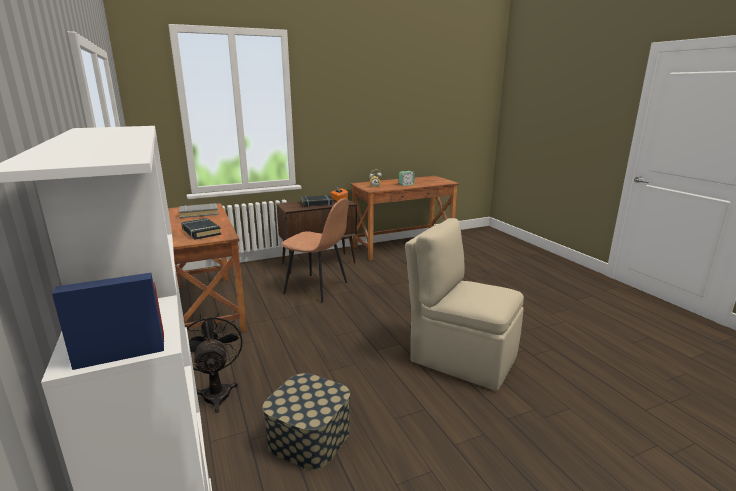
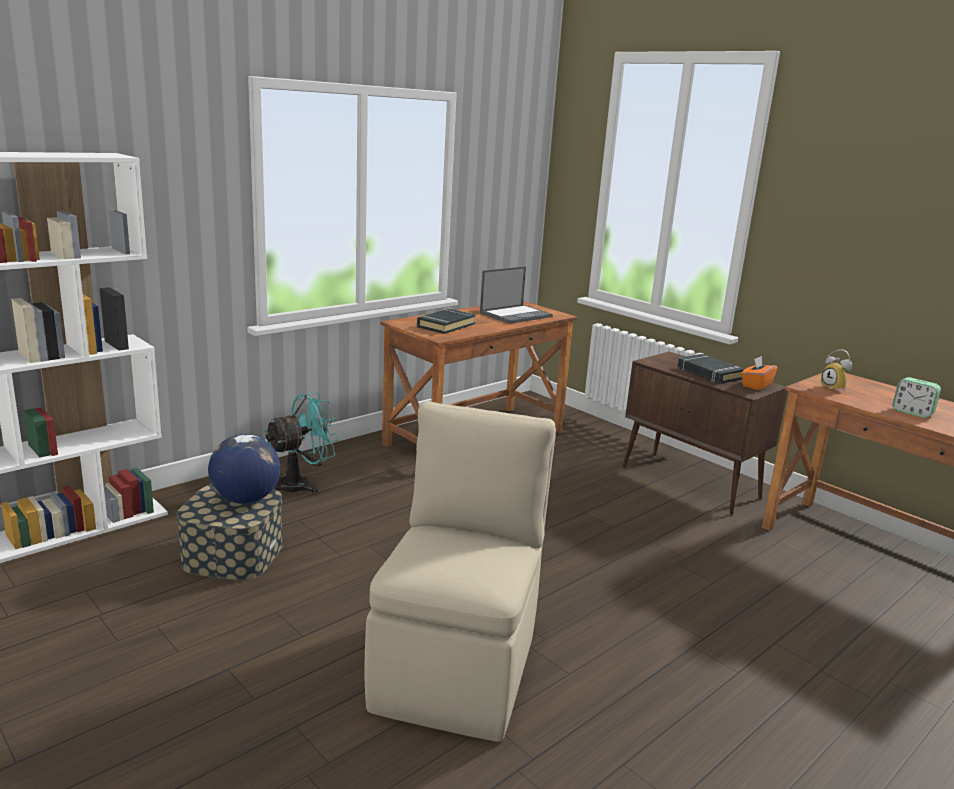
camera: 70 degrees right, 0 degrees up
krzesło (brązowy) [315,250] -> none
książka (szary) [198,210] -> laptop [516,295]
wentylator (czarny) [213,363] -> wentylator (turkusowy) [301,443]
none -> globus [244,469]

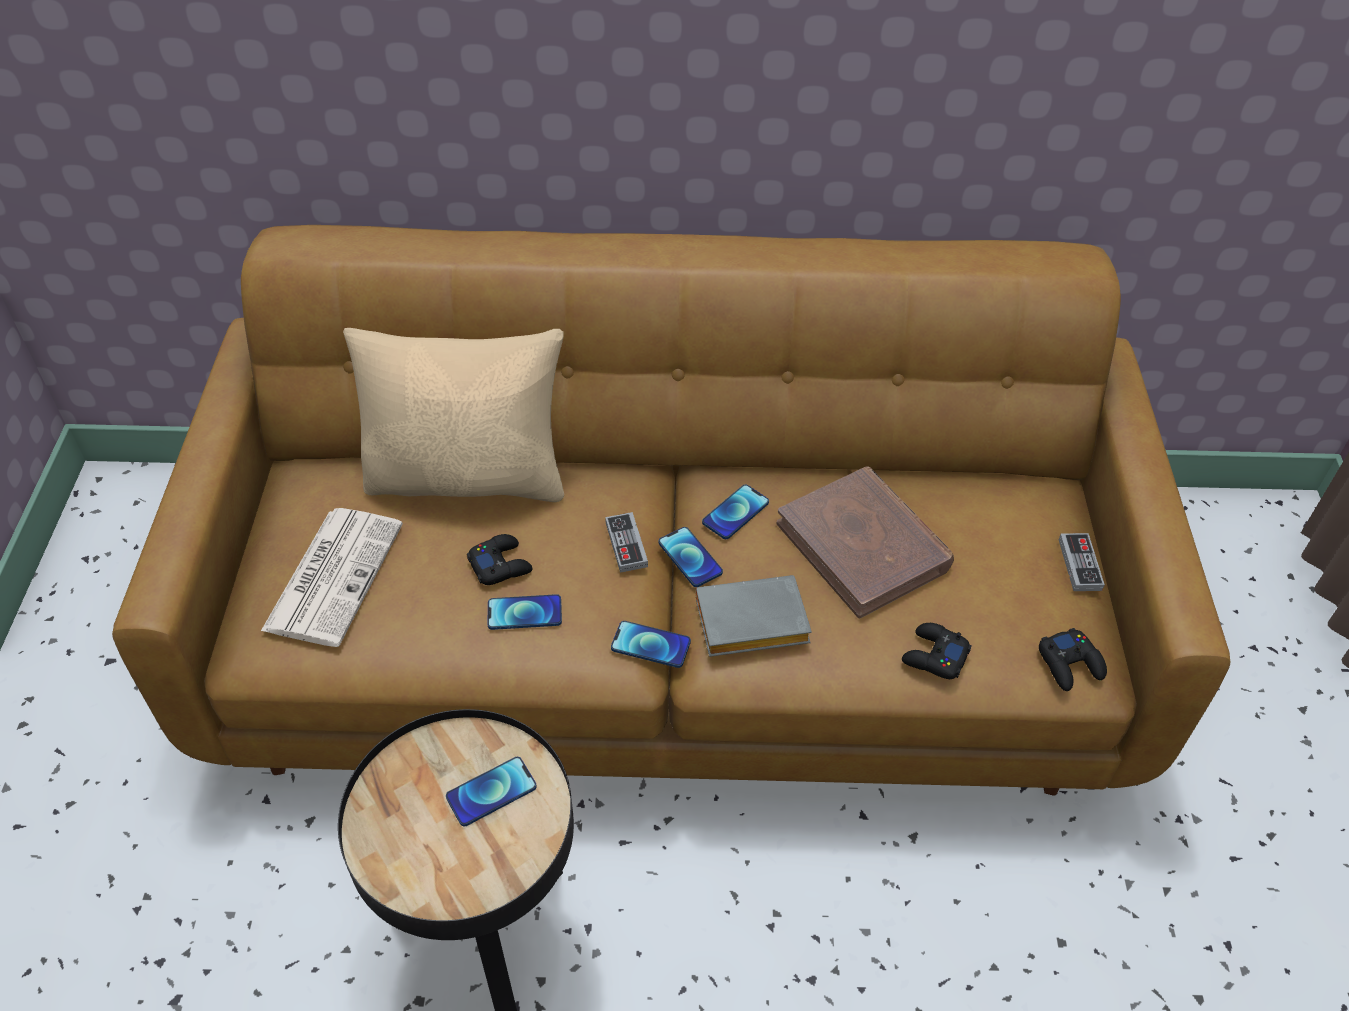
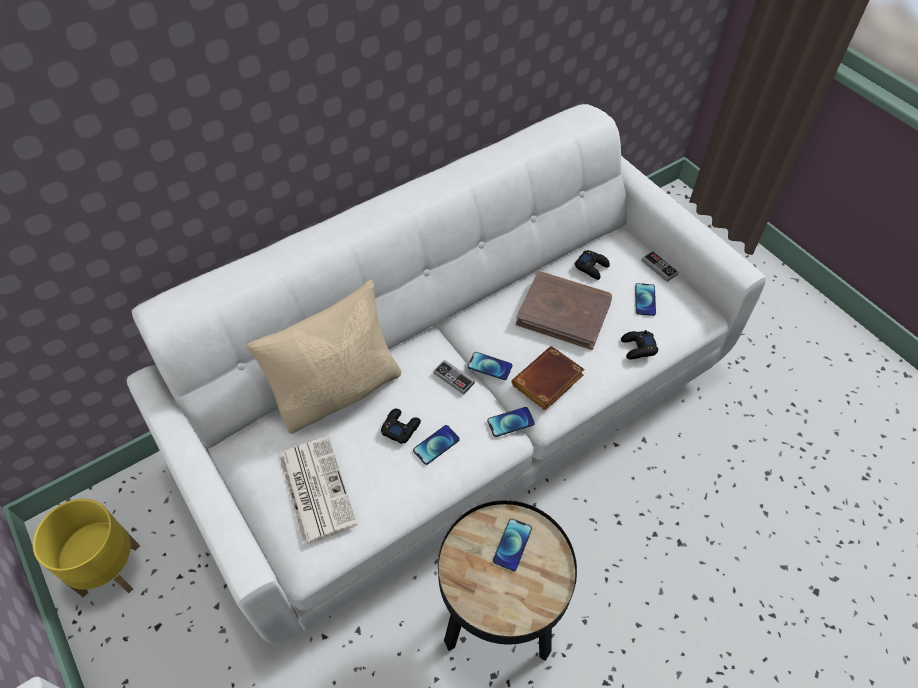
camera: 35 degrees left, 5 degrees up
kanapa (brązowy) [671,510] -> kanapa (biały) [446,374]
telefon [735,512] -> telefon [645,299], relocated
książka (szary) [754,616] -> książka (brązowy) [548,378]
pad do gier (czarny) [1073,659] -> pad do gier (czarny) [592,265], relocated
none -> donica (żółty) [86,548]

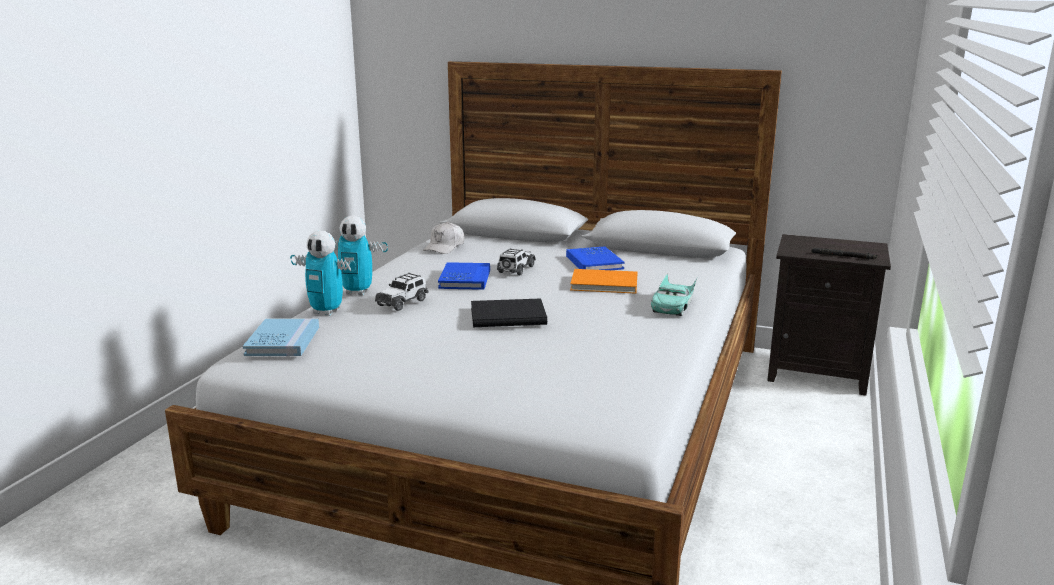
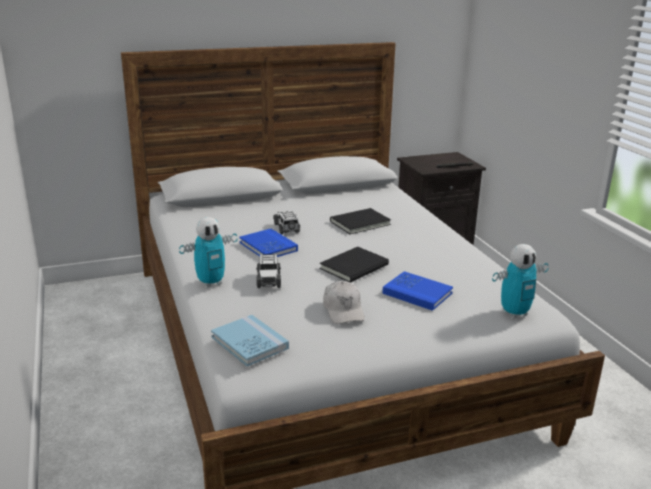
camera: 40 degrees left, 5 degrees up
czapka z daszkiem (biały) [443,238] -> czapka z daszkiem (biały) [344,302], relocated
robot zabawkowy [323,273] -> robot zabawkowy [520,281], relocated
książka (niebieski) [595,258] -> książka (niebieski) [417,291], relocated
książka (pomarańczowy) [604,281] -> książka (czarny) [360,221]
samochodzik (turkusowy) [674,294] -> none

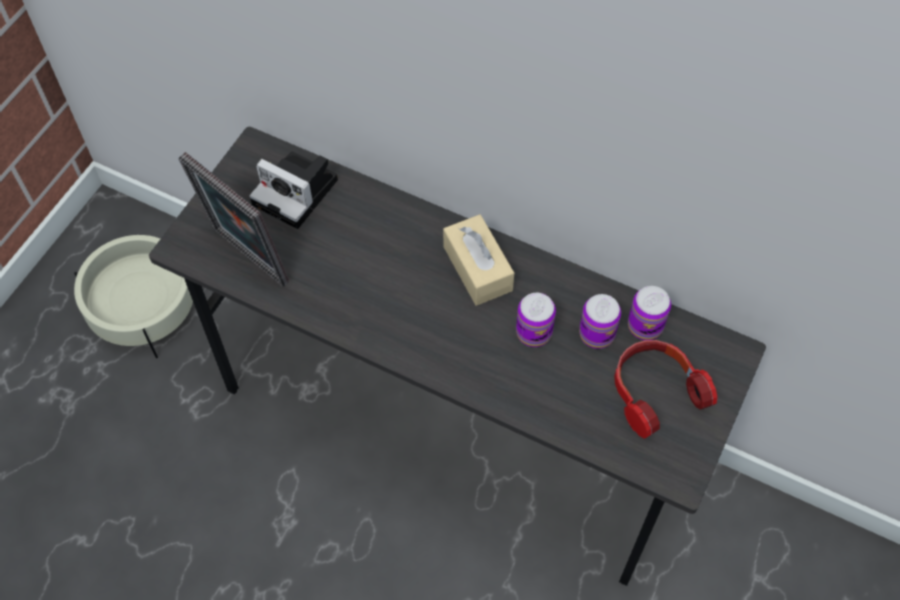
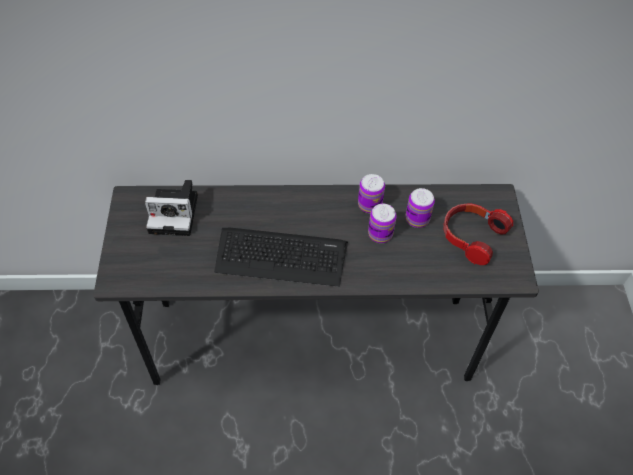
camera: 30 degrees left, 5 degrees down
ramka na zdjęcie [233,219] -> none
pudełko chusteczek (beżowy) [478,260] -> none
donica (beżowy) [133,296] -> none
puszka [649,313] -> puszka [371,193], relocated
none -> klawiatura [281,257]

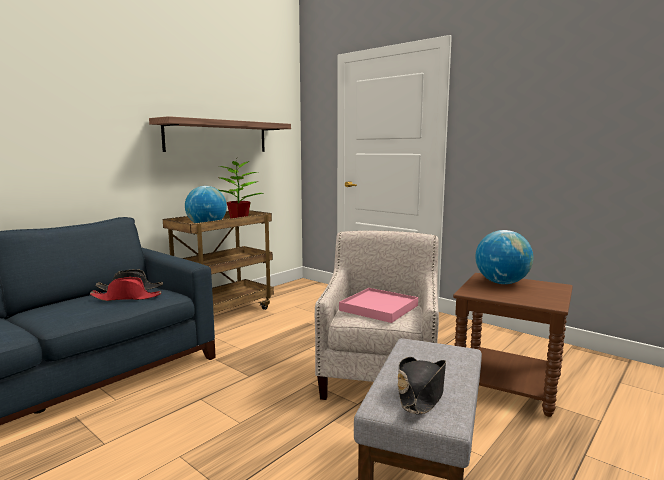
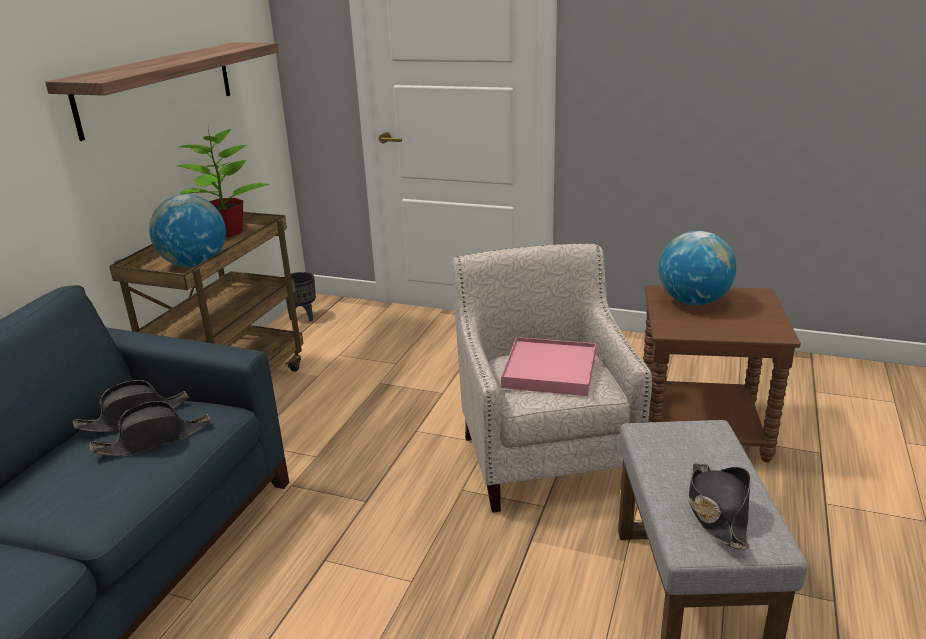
camera: 20 degrees left, 15 degrees up
kapelusz (czerwony) [125,289] -> kapelusz (czarny) [150,428]
none -> donica (czarny) [300,296]

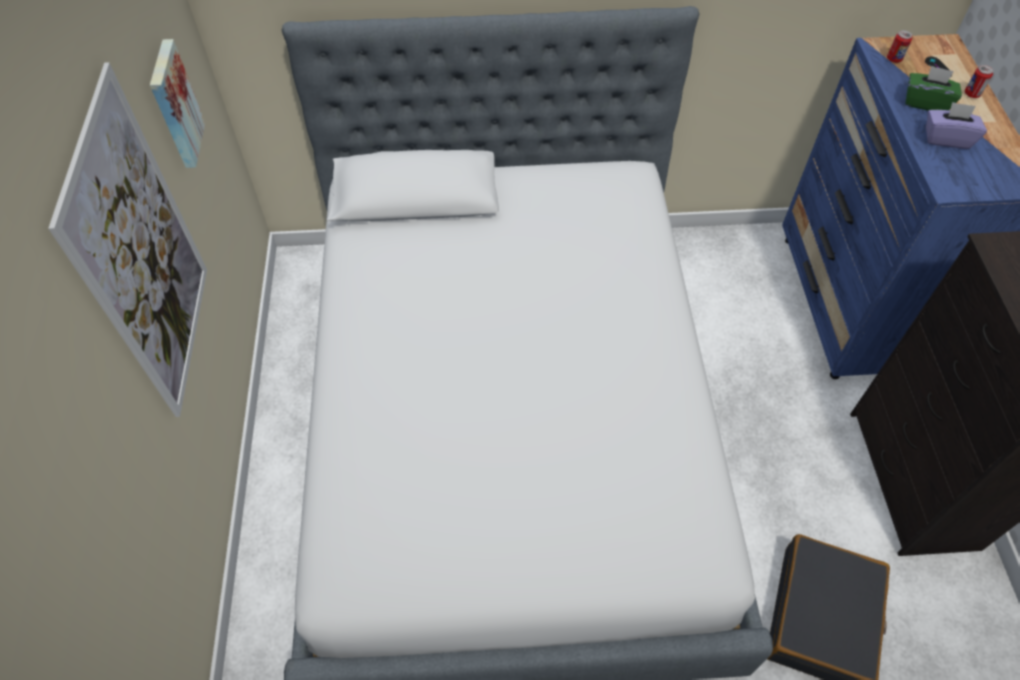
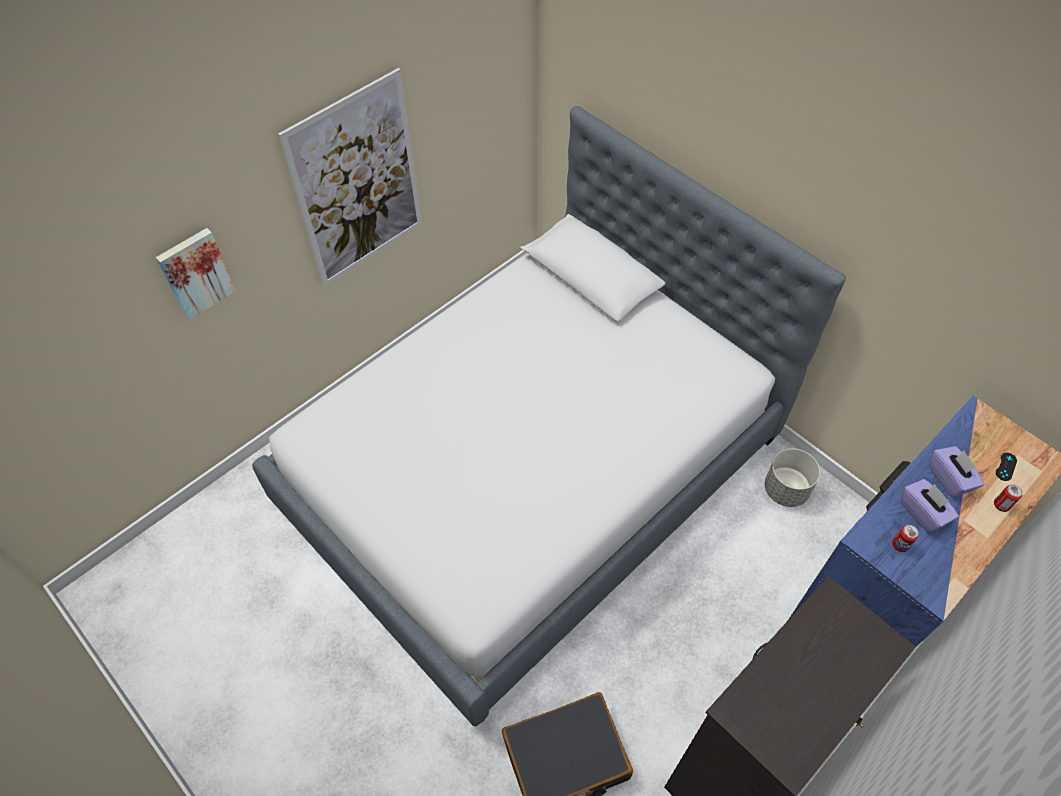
camera: 50 degrees right, 0 degrees up
puszka [899,46] -> puszka [905,538], relocated
obraz [178,103] -> obraz [196,274], relocated
pudełko chusteczek (zielony) [934,88] -> pudełko chusteczek (fioletowy) [956,472]
none -> donica (szary) [792,478]

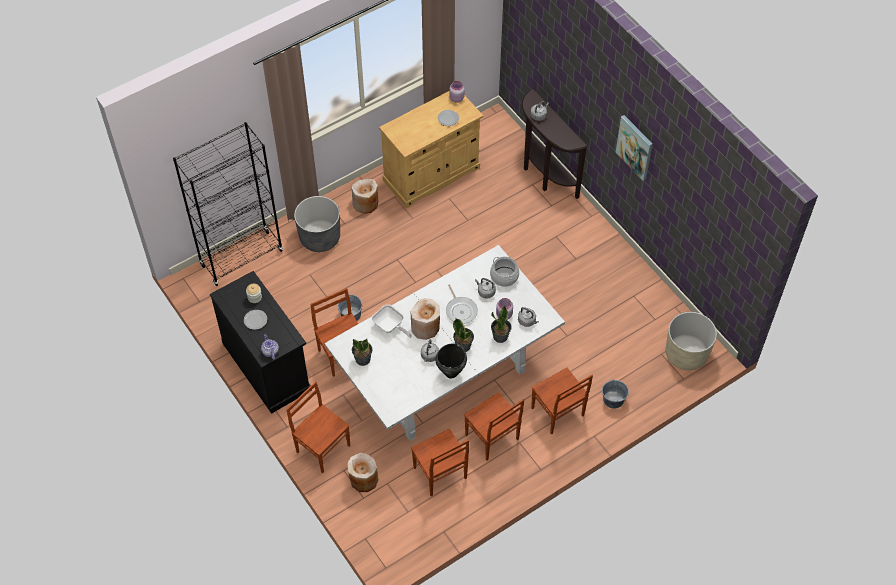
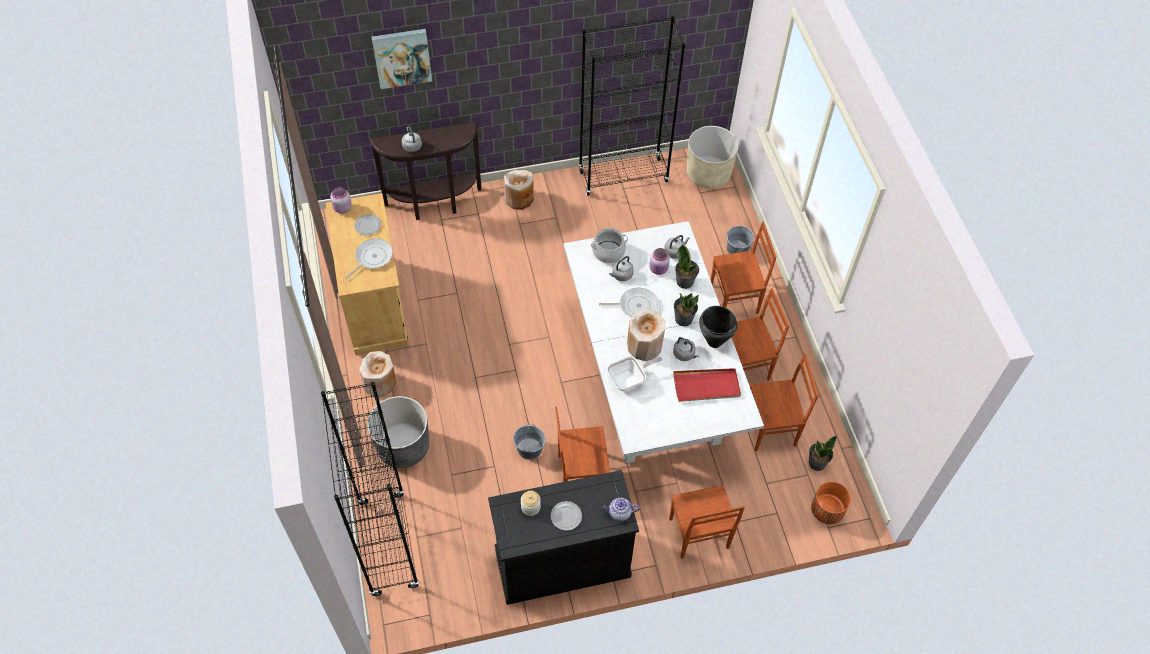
camera: 70 degrees left, 0 degrees up
obraz [634,148] -> obraz [402,59], relocated
roślina doniczkowa [362,352] -> roślina doniczkowa [823,453], relocated
krzesło (brązowy) [318,427] -> krzesło (brązowy) [707,522], 75 degrees counterclockwise
wazon (beżowy) [362,472] -> wazon (beżowy) [519,190], relocated
none -> regał (czarny) [632,106]
none -> patelnia [369,258]
none -> taca (czerwony) [707,385]
none -> donica (pomarańczowy) [831,503]

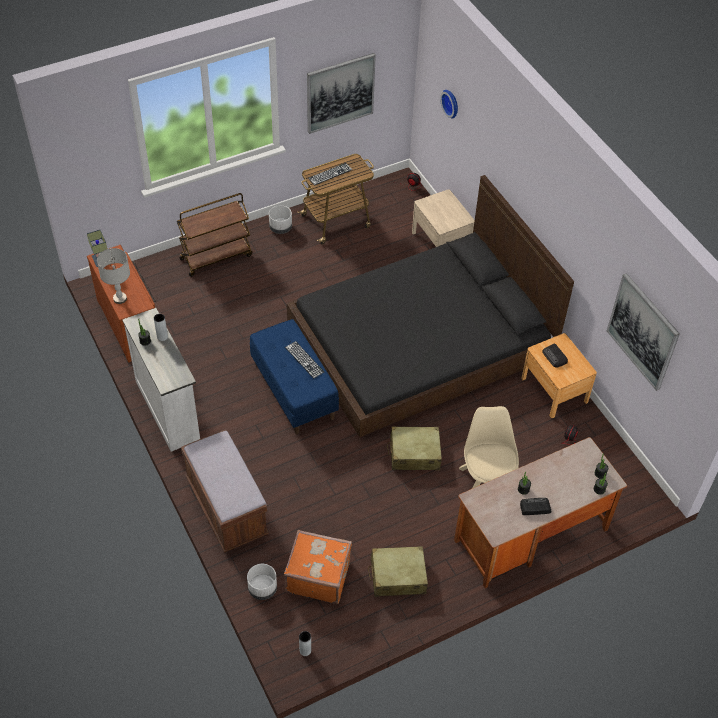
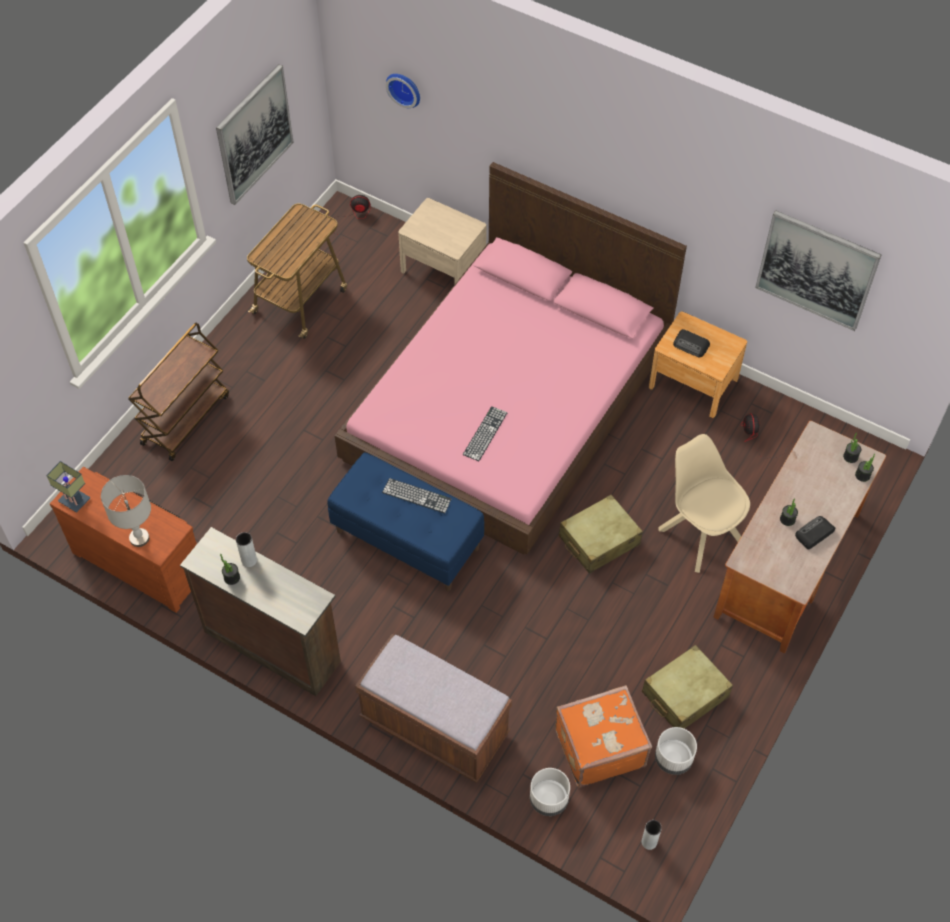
camera: 30 degrees left, 5 degrees up
klawiatura [330,174] -> klawiatura [485,433], relocated
łóżko (czarny) [430,306] -> łóżko (różowy) [511,358]
donica (biały) [280,219] -> donica (biały) [676,751], relocated
komoda (biały) [161,380] -> komoda (brązowy) [260,611]

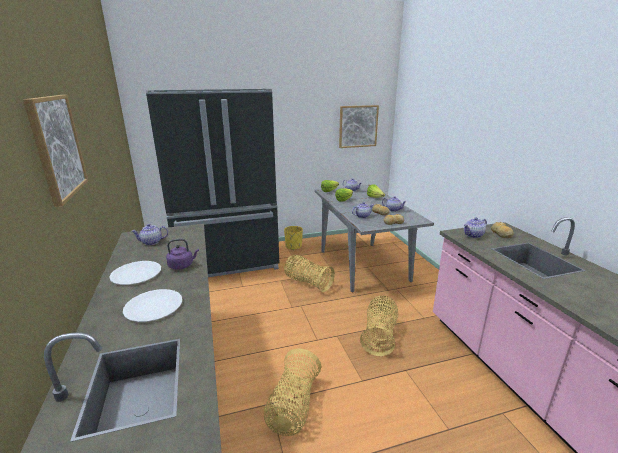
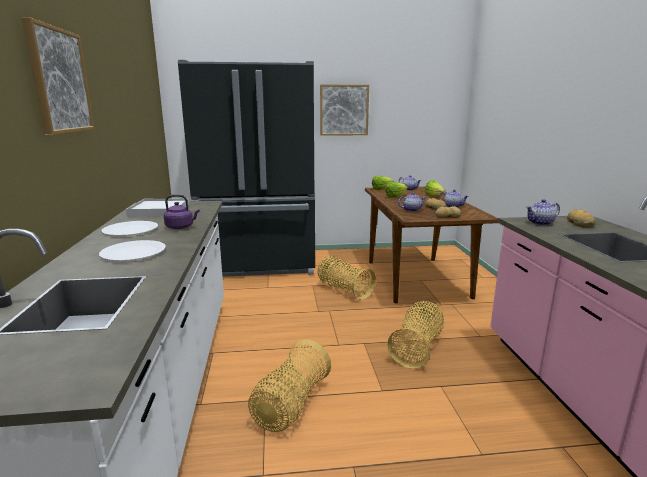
camera: 10 degrees right, 5 degrees down
obraz [359,126] -> obraz [344,110], relocated
stół jadalny (szary) [374,238] -> stół jadalny (brązowy) [431,245]
imbryk [149,234] -> taca (biały) [157,207]
donica (żółty) [293,238] -> none

